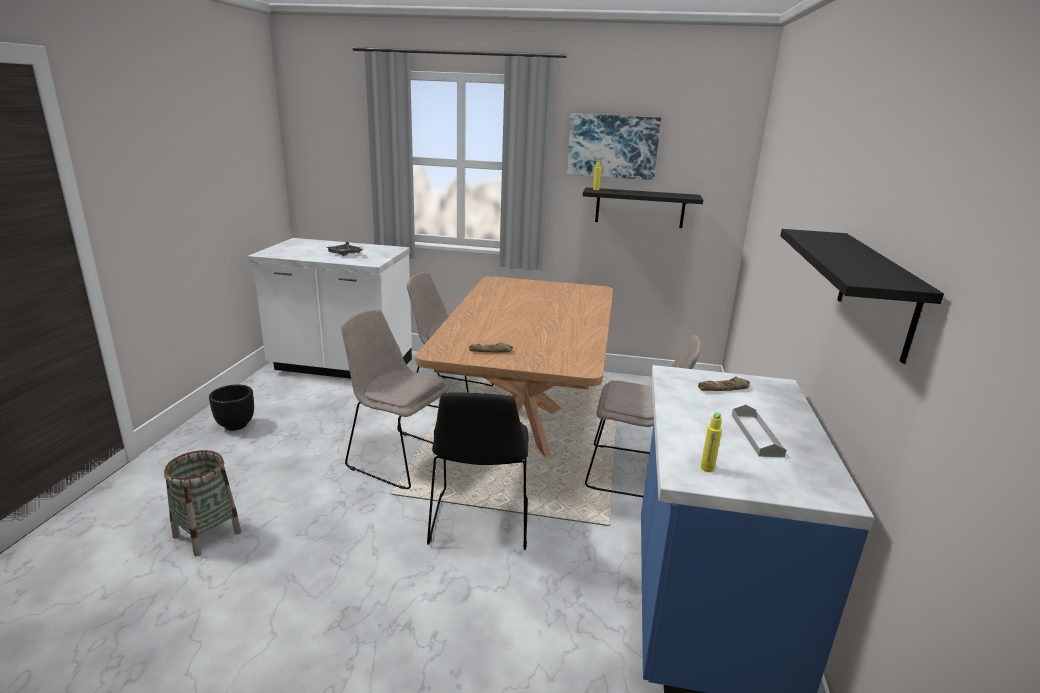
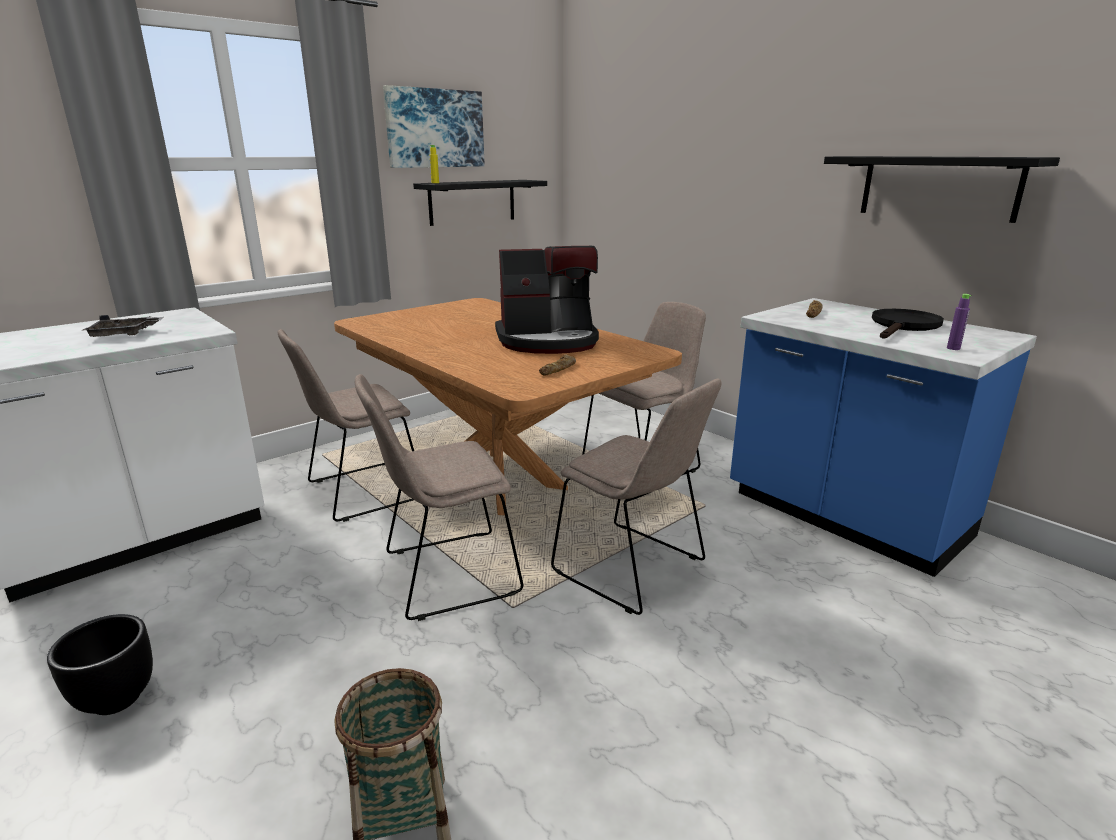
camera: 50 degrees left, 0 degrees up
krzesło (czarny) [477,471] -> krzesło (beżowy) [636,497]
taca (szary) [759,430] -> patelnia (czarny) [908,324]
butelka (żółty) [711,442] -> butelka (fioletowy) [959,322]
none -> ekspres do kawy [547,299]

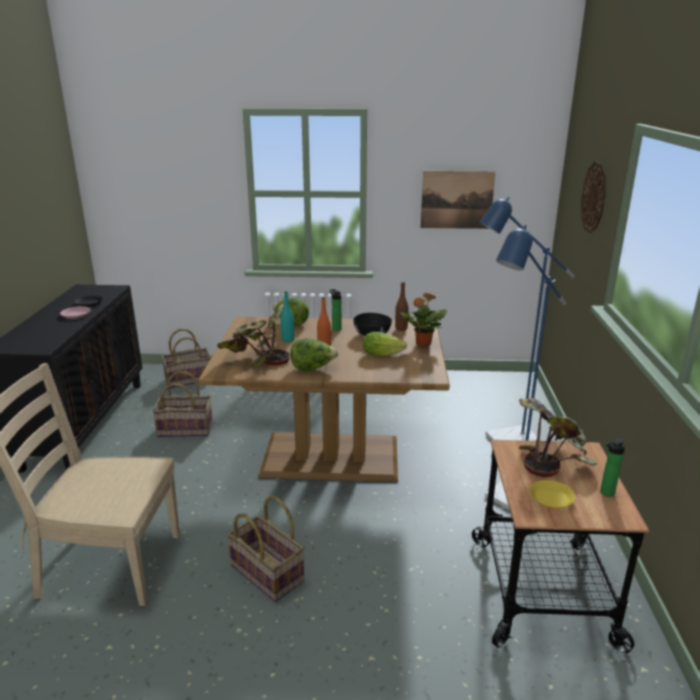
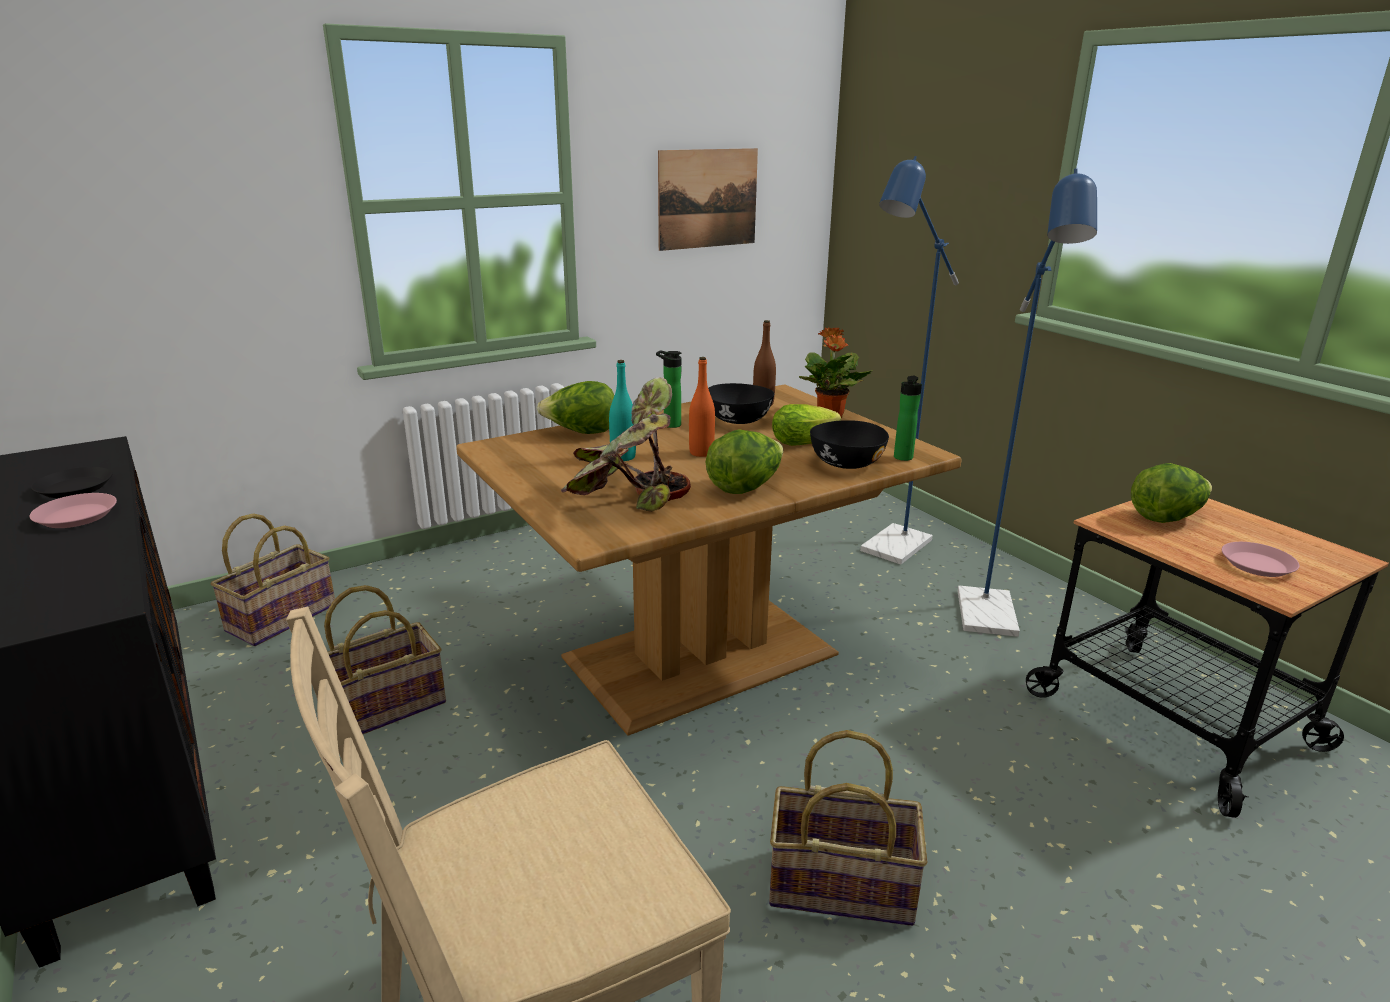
camera: 35 degrees left, 0 degrees up
zegar ścienny [593,197] -> none
roślina doniczkowa [558,437] -> sałata [1171,493]
butelka [612,468] -> butelka [908,418], relocated
talerz (żółty) [553,494] -> talerz (różowy) [1260,559]
none -> miska (czarny) [849,444]

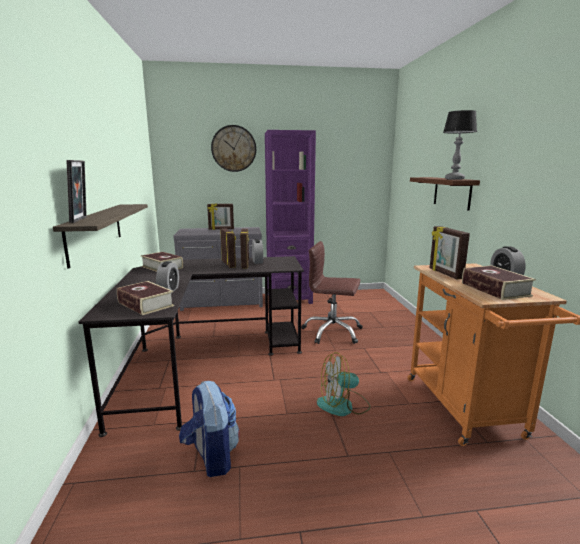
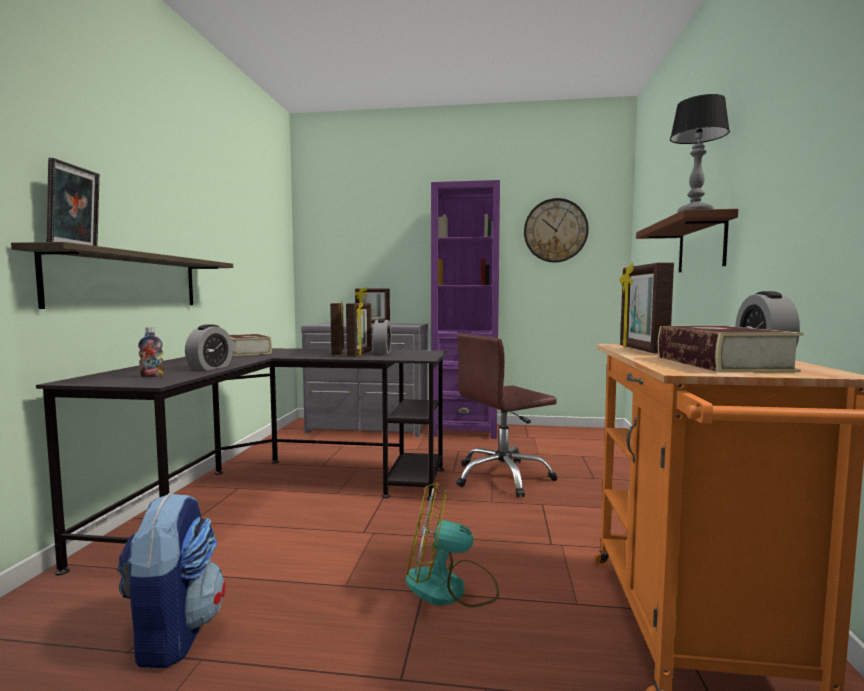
camera: 15 degrees right, 10 degrees down
zegar ścienny [233,148] -> zegar ścienny [556,230], relocated
krzesło biurowe (brązowy) [332,292] -> krzesło biurowe (brązowy) [506,415], 60 degrees counterclockwise
książka [145,298] -> butelka [151,352]

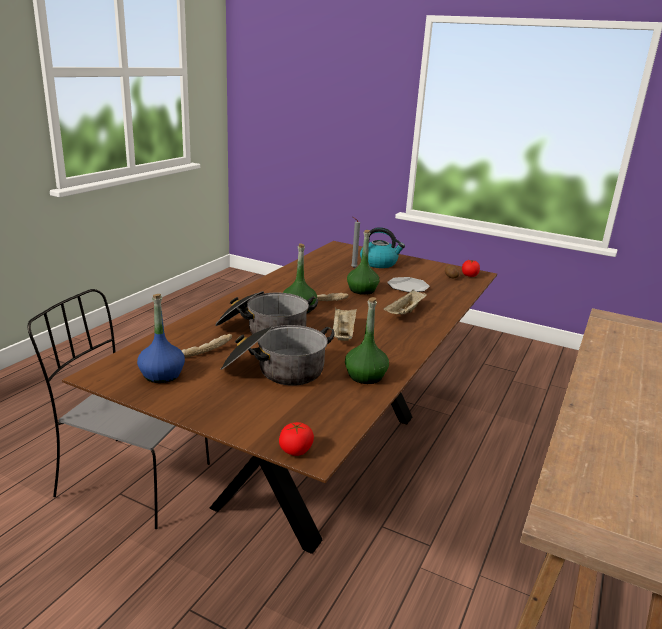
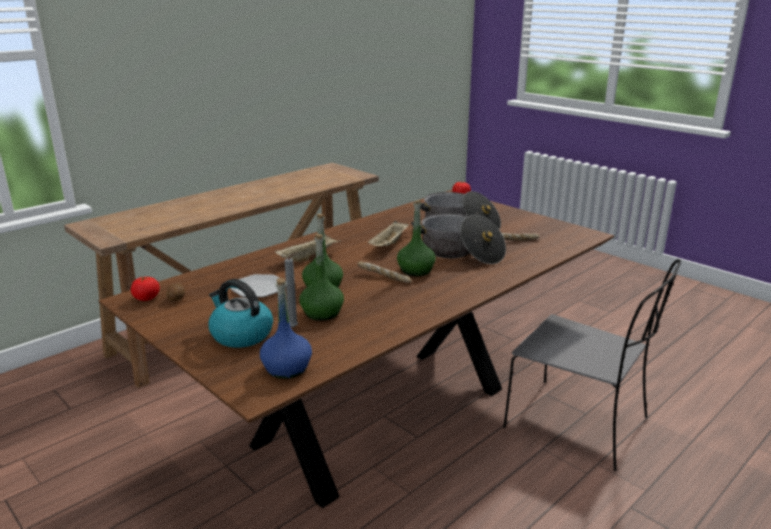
camera: 160 degrees left, 0 degrees up
butelka (niebieski) [161,338] -> butelka (niebieski) [286,328], relocated
butelka (zielony) [367,340] -> butelka (zielony) [321,277], relocated

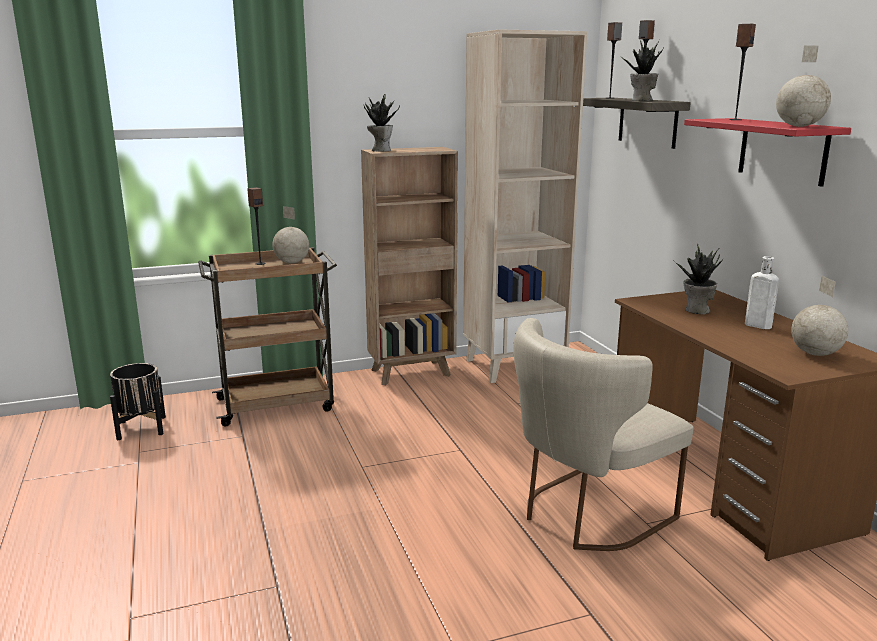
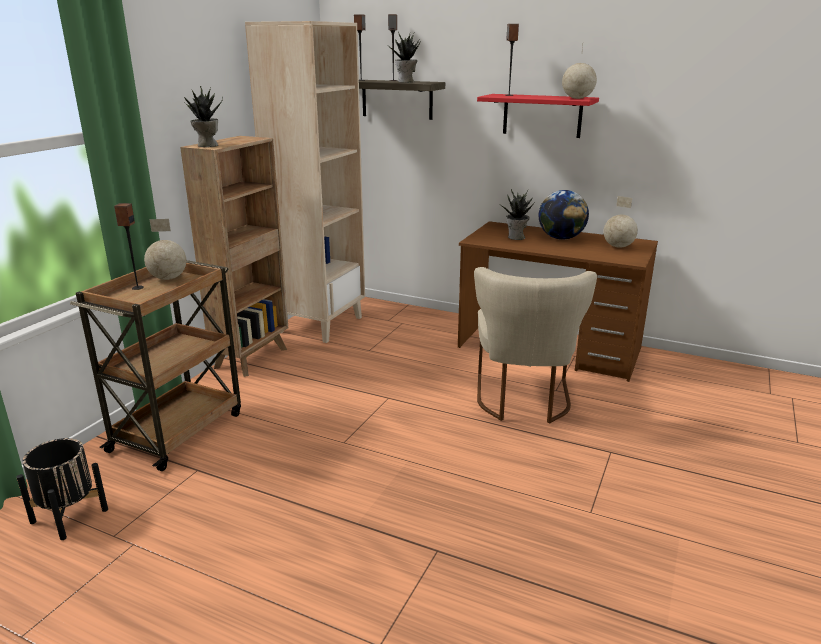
camera: 45 degrees left, 5 degrees up
butelka (biały) [762,292] -> globus [564,215]

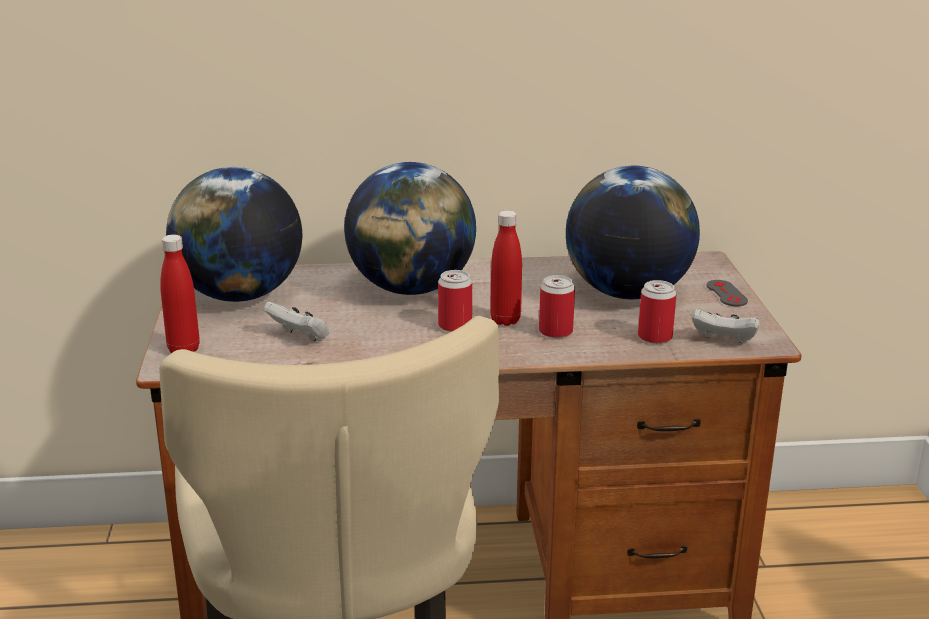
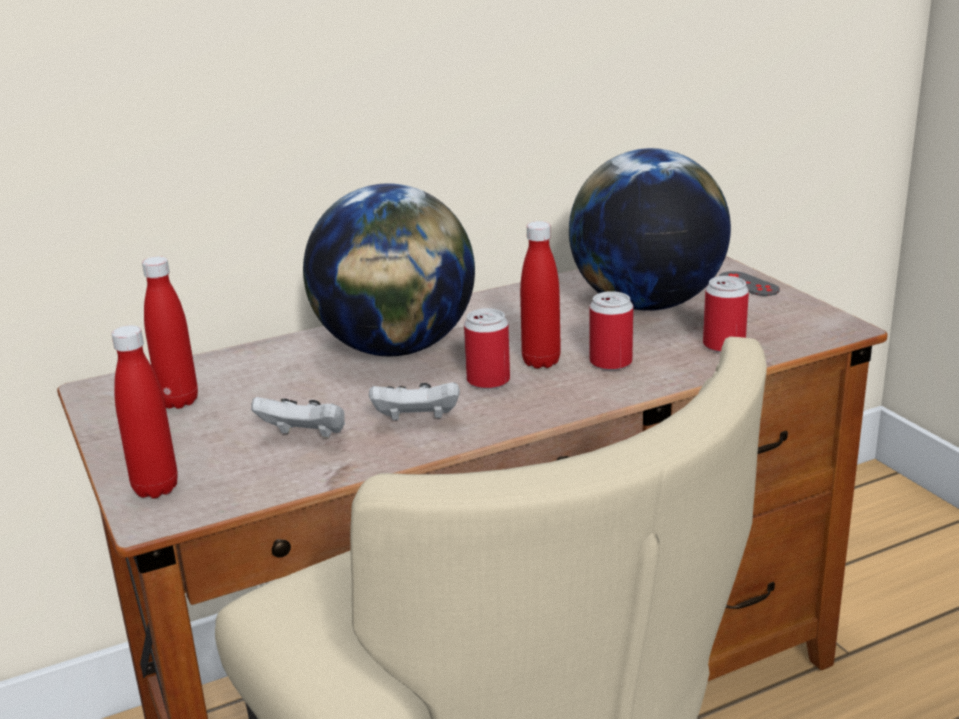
camera: 20 degrees left, 0 degrees up
globus [234,234] -> butelka (czerwony) [170,332]
pad do gier (biały) [725,326] -> pad do gier (biały) [414,401], relocated

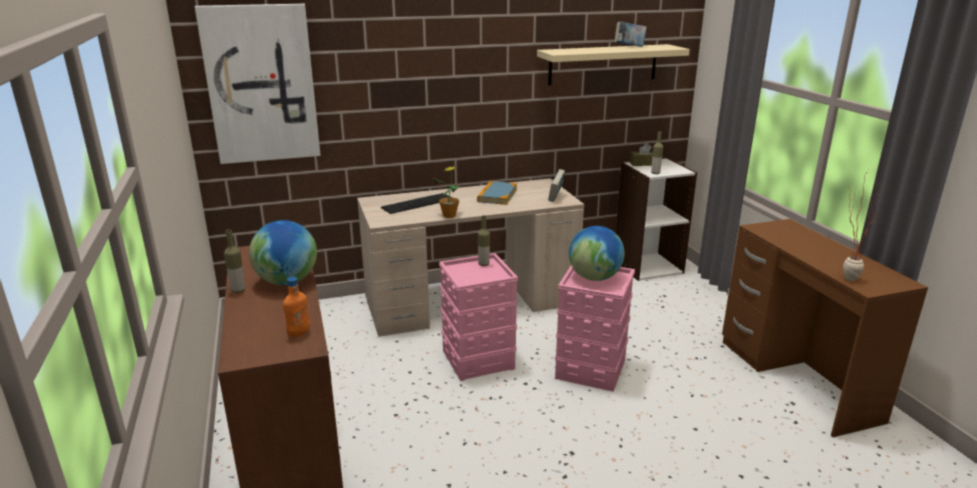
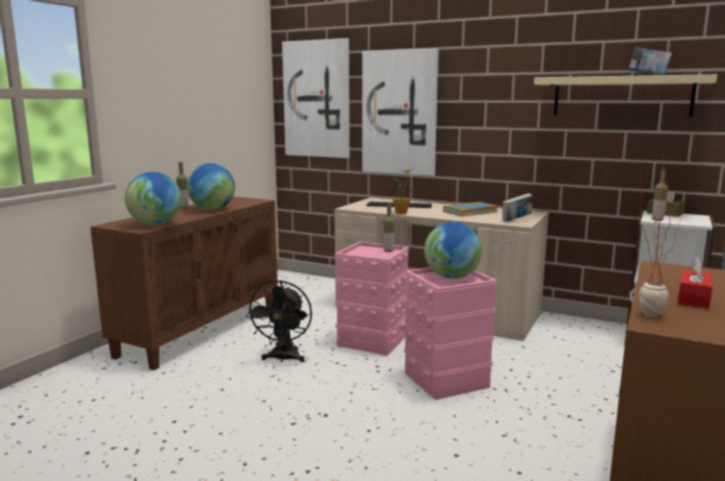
camera: 45 degrees right, 10 degrees down
butelka (pomarańczowy) [296,307] -> globus [153,198]
none -> obraz [400,112]
none -> pudełko chusteczek (czerwony) [695,283]
none -> wentylator (czarny) [279,321]

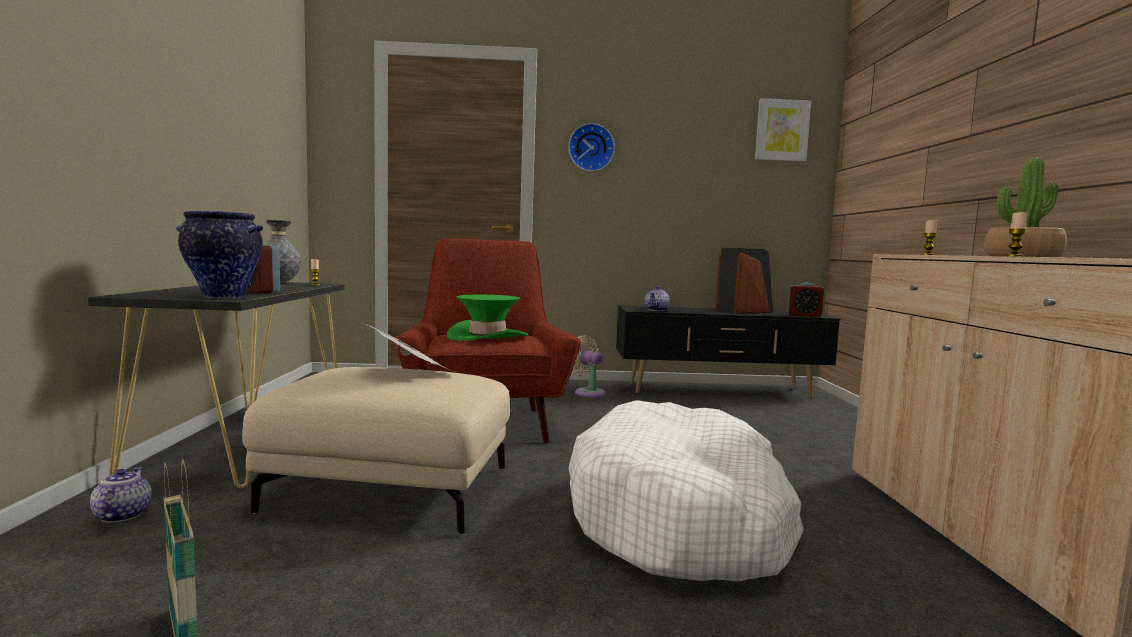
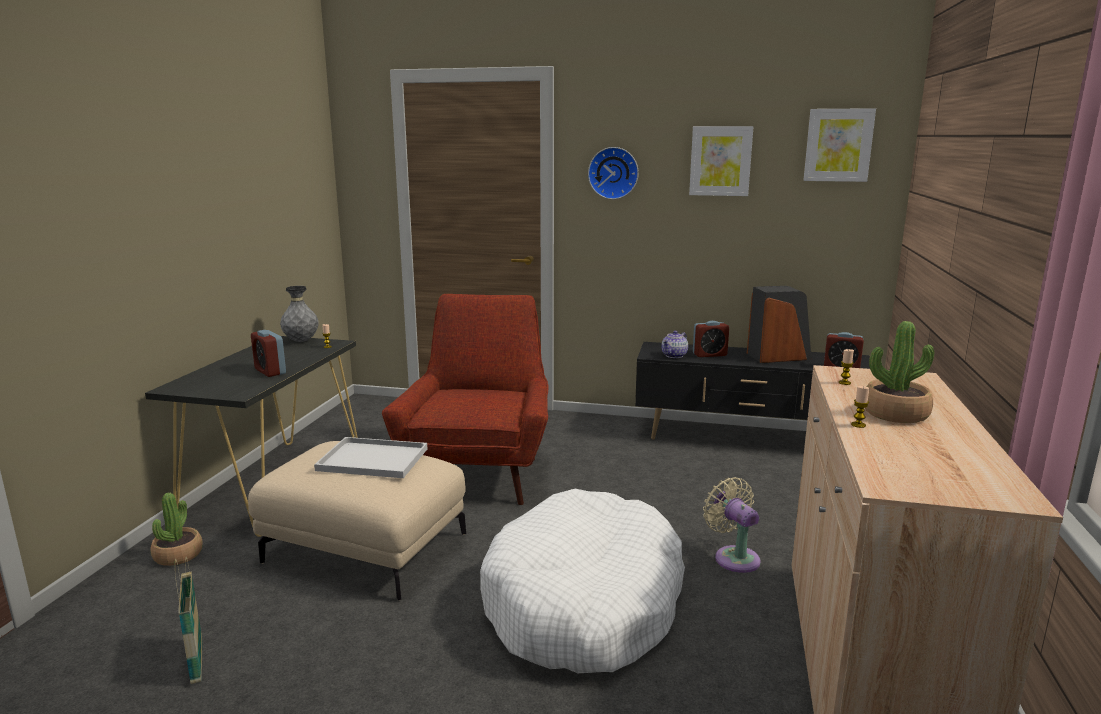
camera: 15 degrees right, 10 degrees up
wazon [219,254] -> none
kapelusz (zielony) [487,318] -> none
gazeta [409,347] -> taca (biały) [370,457]
wentylator (beżowy) [589,366] -> wentylator (beżowy) [732,525], relocated
imbryk [121,495] -> roślina doniczkowa [176,529]
none -> obraz [721,161]
none -> budzik [711,339]

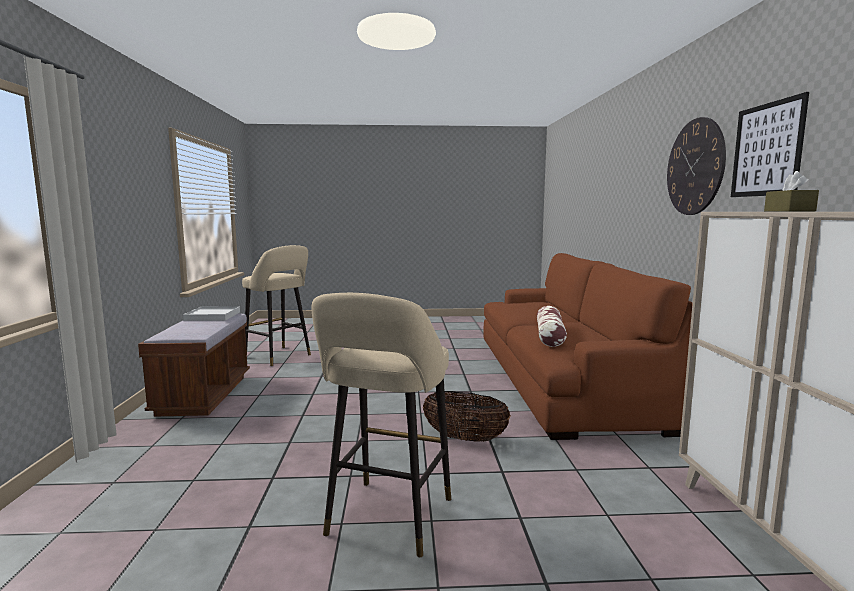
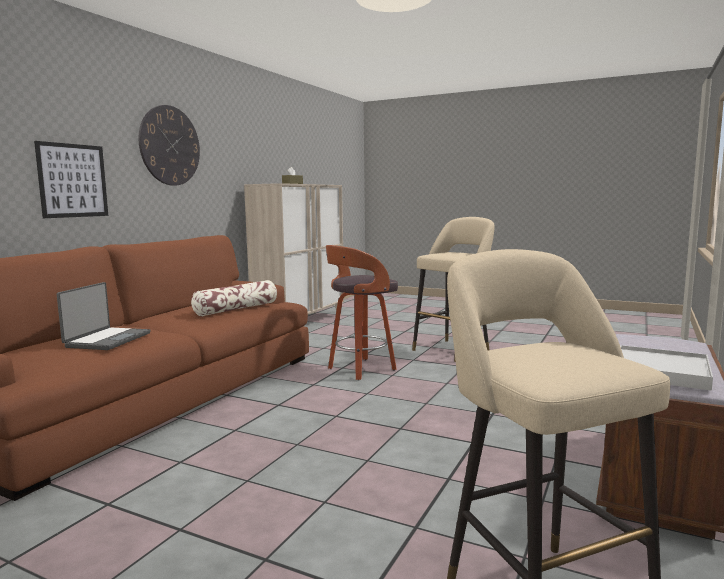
camera: 150 degrees left, 0 degrees up
obraz [770,144] -> obraz [71,179], relocated
koszyk [467,416] -> stołek [362,312]
none -> laptop [103,316]

